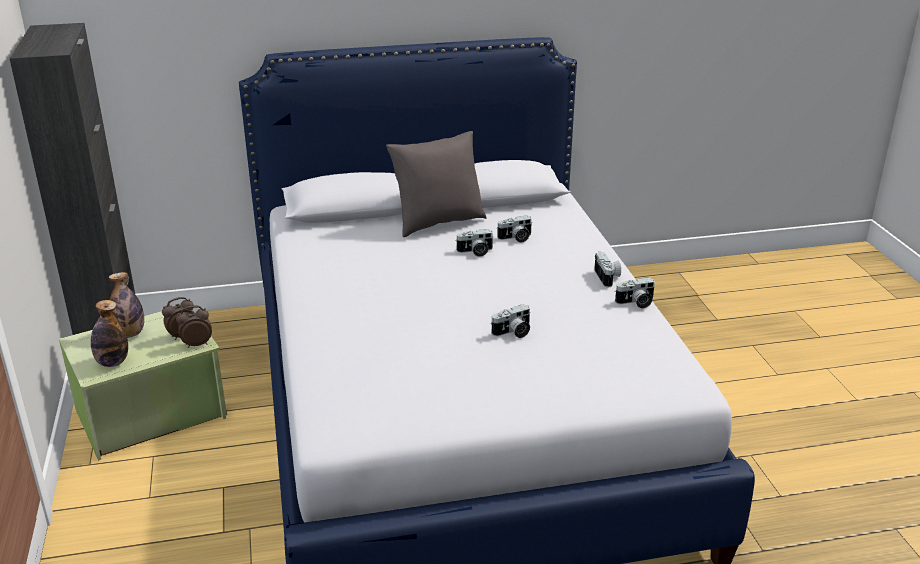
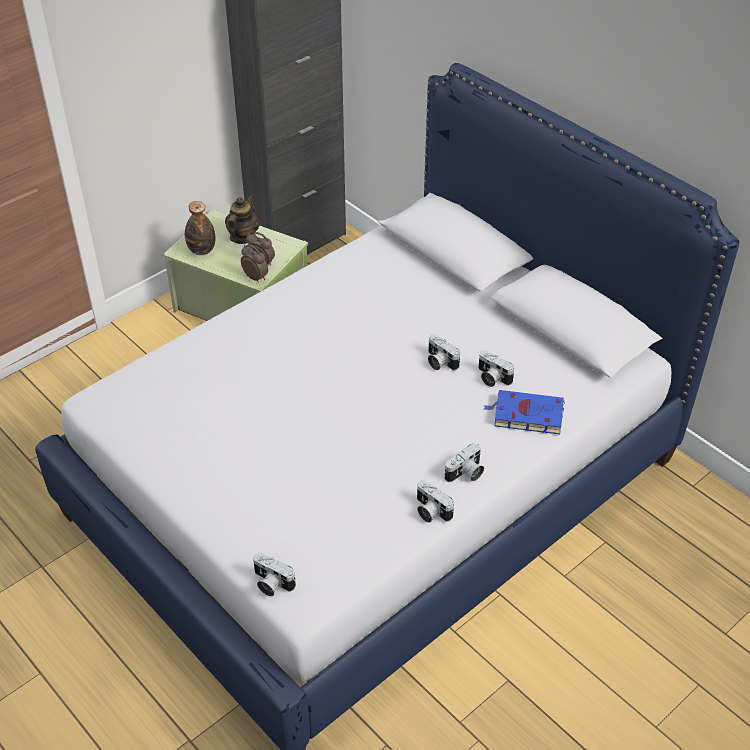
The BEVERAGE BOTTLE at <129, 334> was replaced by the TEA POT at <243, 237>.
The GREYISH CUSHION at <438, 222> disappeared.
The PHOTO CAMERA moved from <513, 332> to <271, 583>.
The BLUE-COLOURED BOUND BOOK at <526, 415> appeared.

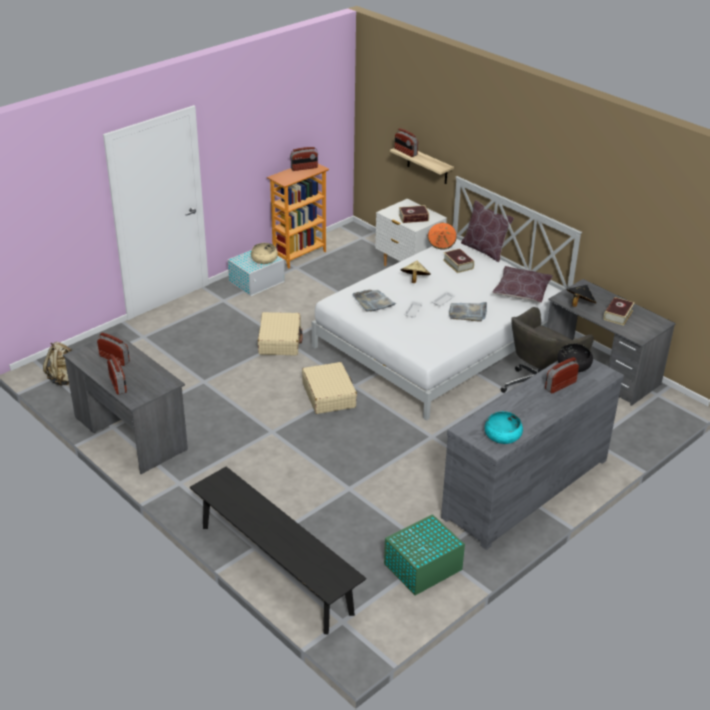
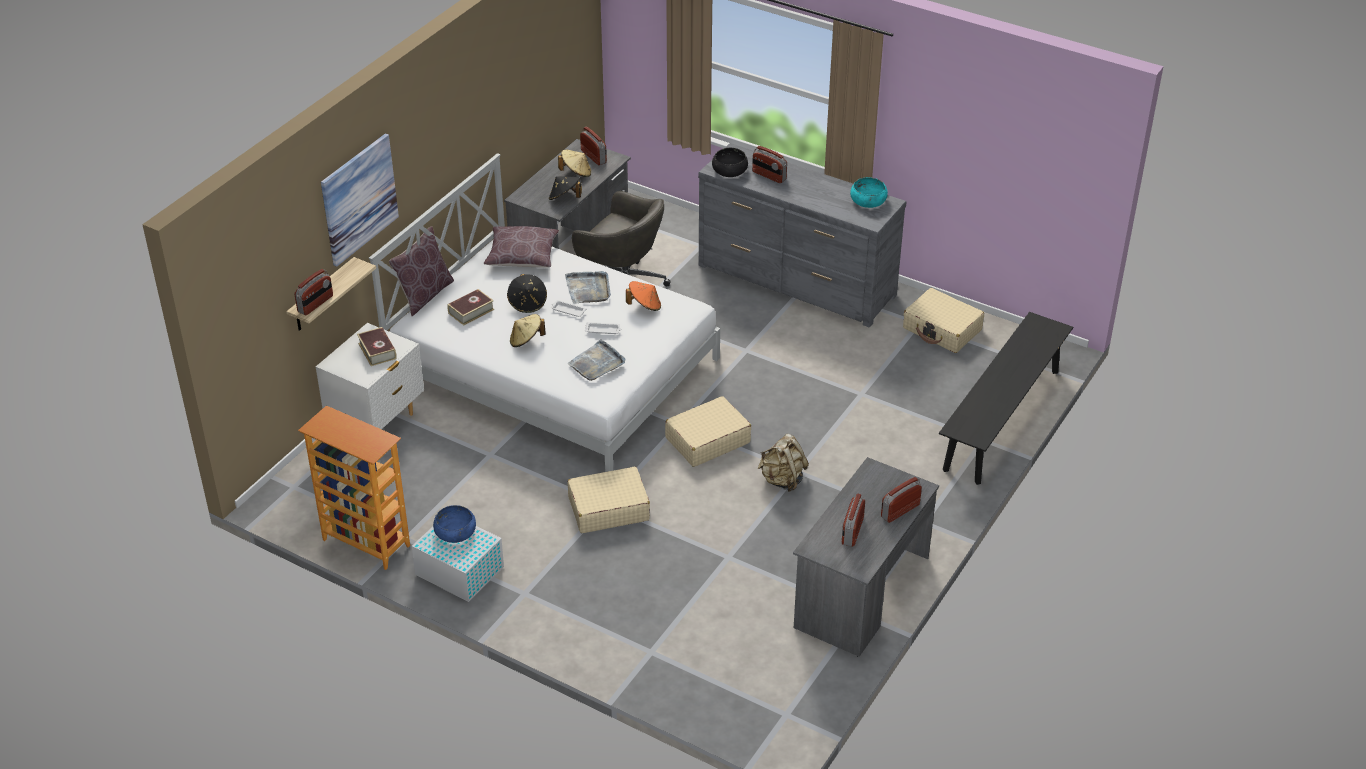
The BEIGE KNAPSACK moved from <64, 378> to <782, 480>.
The BEIGE SERVING BOWL at <264, 259> became the BLUE-COLOURED SERVING BOWL at <455, 532>.
The RADIO SET moved from <304, 168> to <594, 156>.
The GREEN STORAGE BOX at <421, 567> was replaced by the BEIGE PIECE OF LUGGAGE at <942, 329>.
The ORANGE CLOTHING HAT moved from <441, 244> to <644, 306>.
The BOUND BOOK at <618, 315> was replaced by the BEIGE CLOTHING HAT at <576, 173>.
The WALL ART at <359, 199> appeared.
The BLACK-COLOURED CLOTHING HAT at <527, 303> appeared.

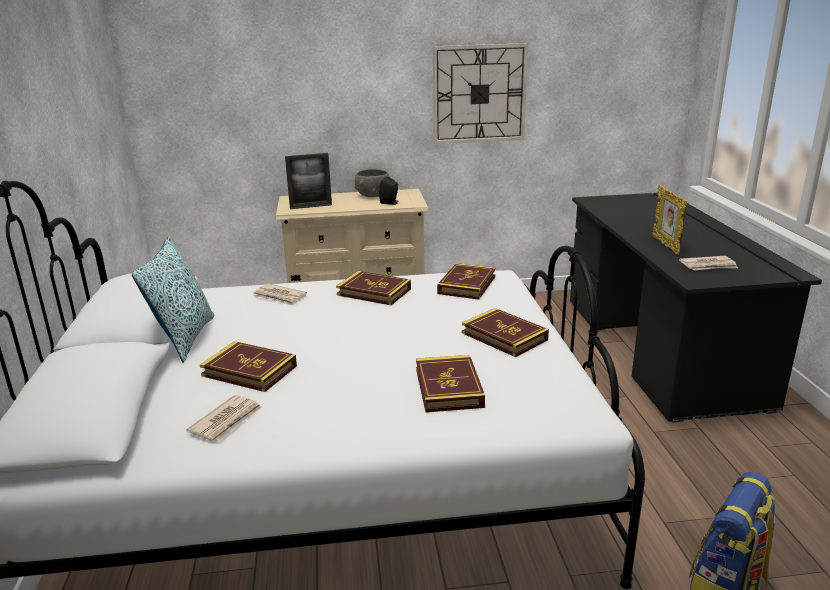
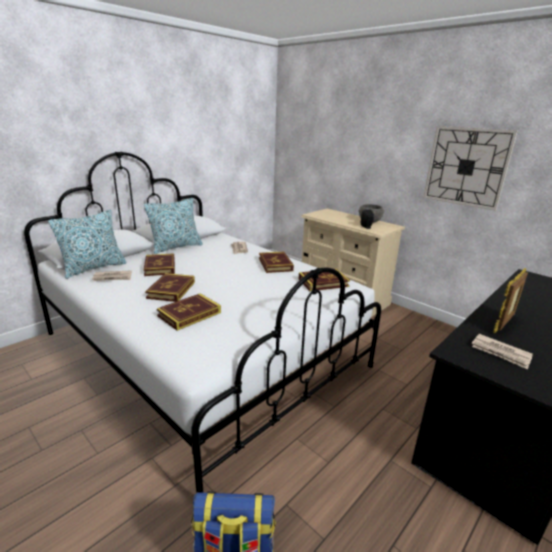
The STANDING FRAME at <311, 206> disappeared.
The BOUND BOOK moved from <504, 336> to <171, 290>.
The CUSHION at <94, 268> appeared.

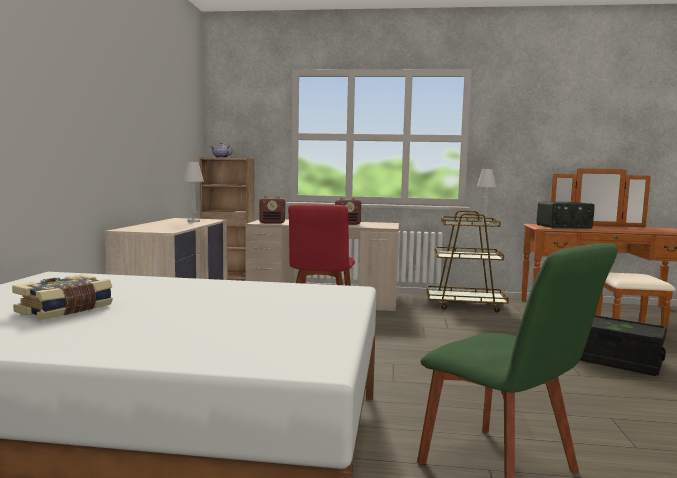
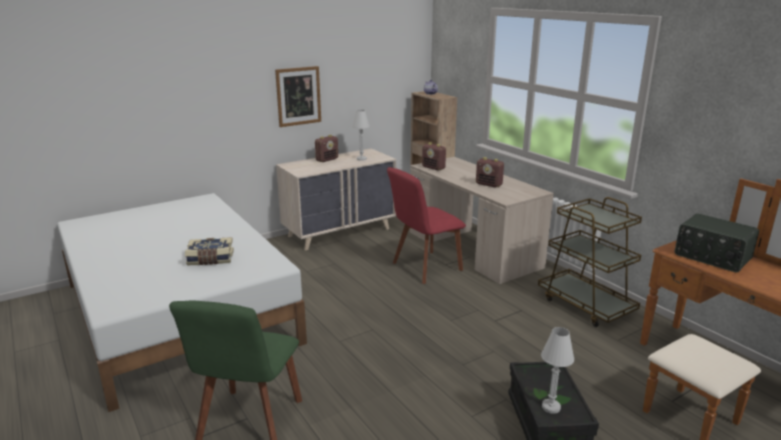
The BOUND BOOK moved from <66, 310> to <210, 259>.
The WHITE TABLE LAMP moved from <484, 223> to <551, 407>.
The WALL ART at <298, 96> appeared.
The RADIO SET at <327, 159> appeared.

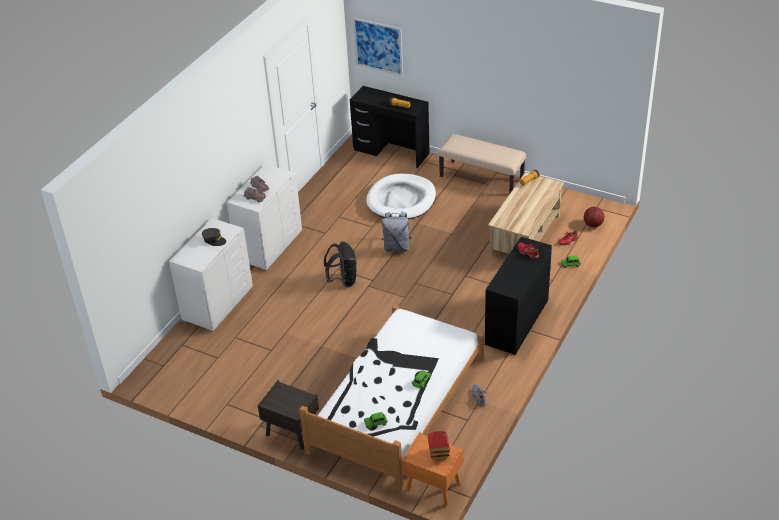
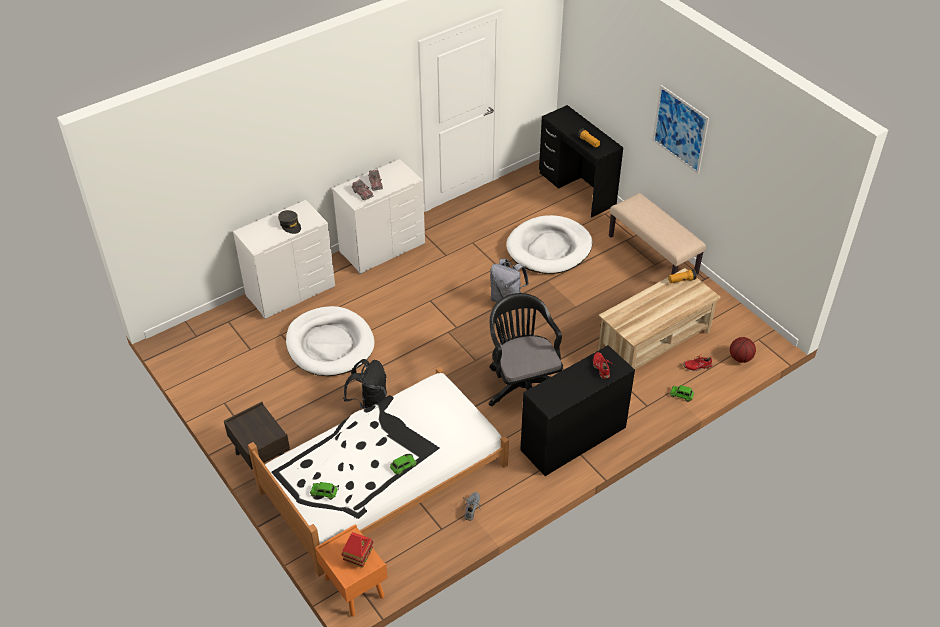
The BLACK-COLOURED KNAPSACK moved from <343, 280> to <369, 403>.
The WALL ART moved from <378, 46> to <680, 129>.
The WHITE PET BED at <330, 344> appeared.
The BLACK-COLOURED DESK CHAIR at <522, 385> appeared.

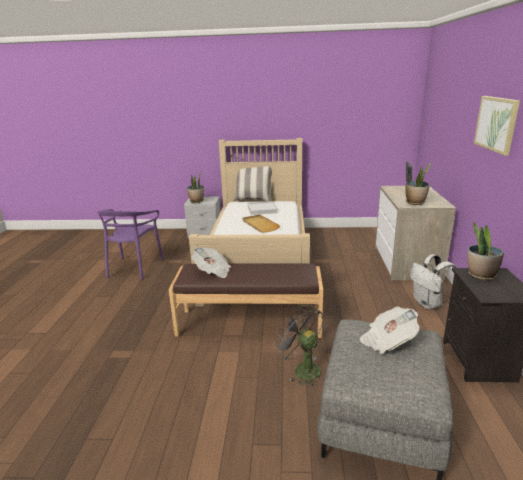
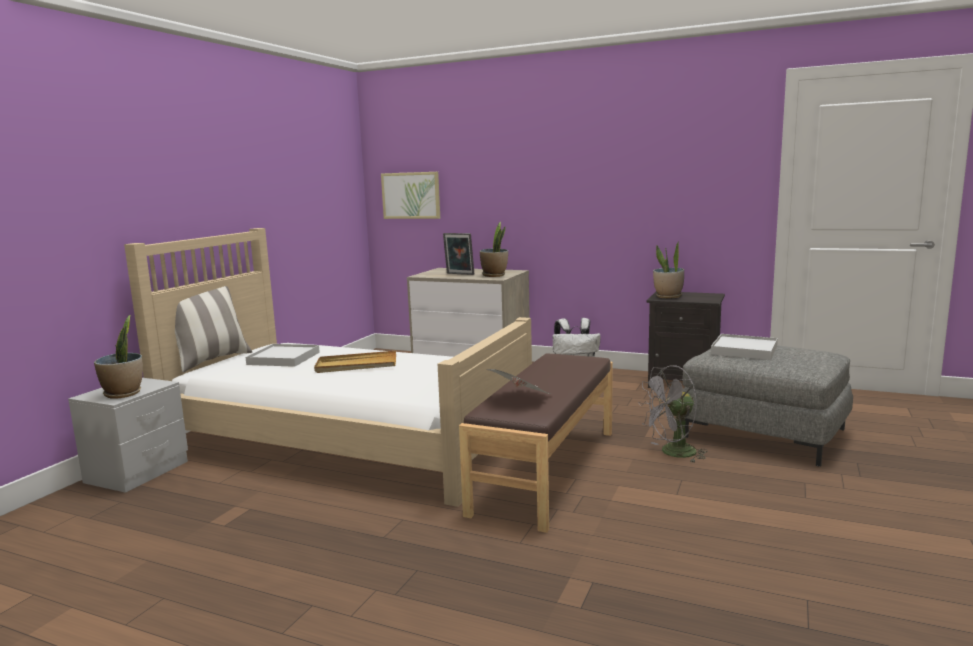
The PURPLE PLAIN CHAIR at <134, 267> disappeared.
The PRINTED PAPER at <387, 341> was replaced by the WHITE CARRYING TRAY at <744, 350>.
The WALL ART moved from <496, 124> to <411, 195>.

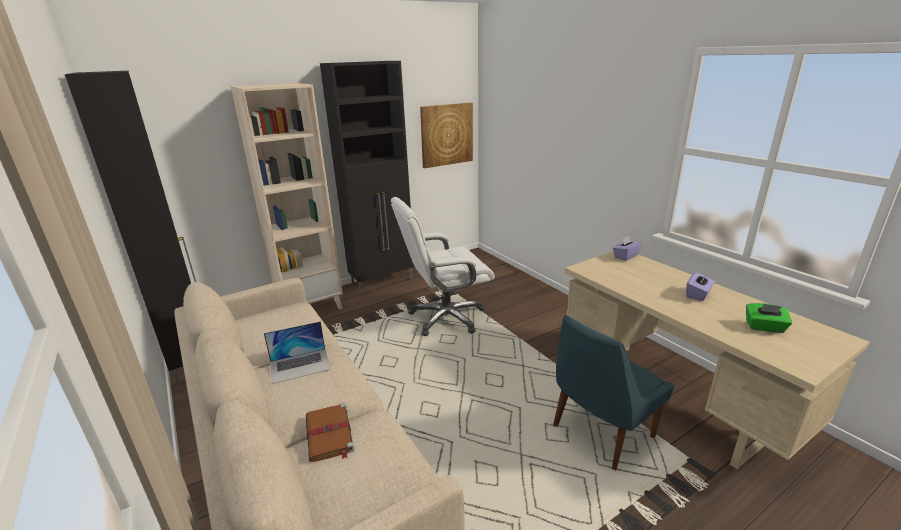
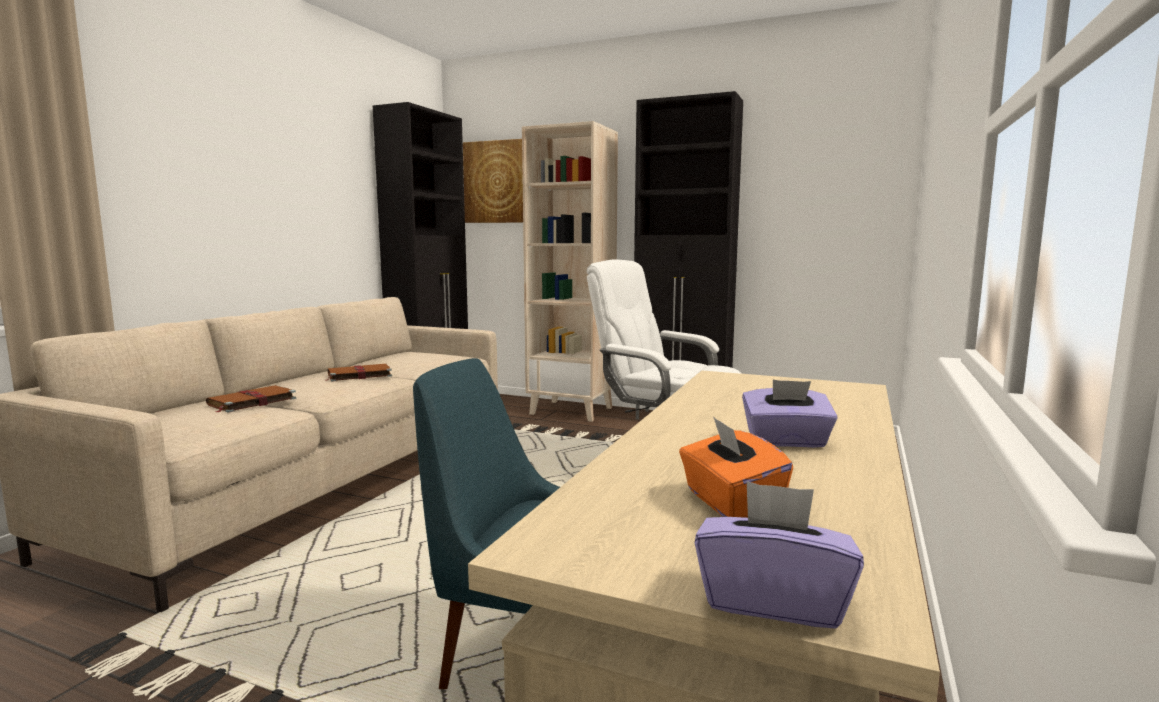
The PORTABLE COMPUTER at <300, 365> was replaced by the BROWN BOUND BOOK at <358, 375>.
The WALL ART moved from <446, 134> to <500, 182>.
The PURPLE TISSUE BOX moved from <625, 256> to <772, 600>.
The GREEN TISSUE BOX at <764, 327> became the ORANGE TISSUE BOX at <729, 503>.

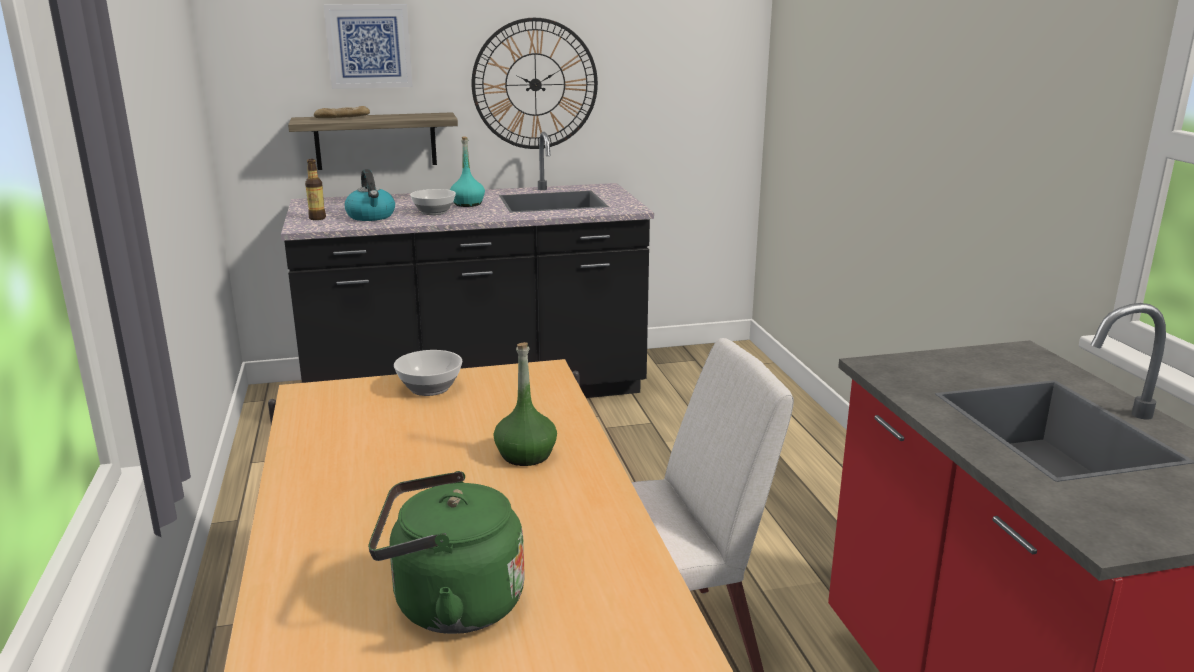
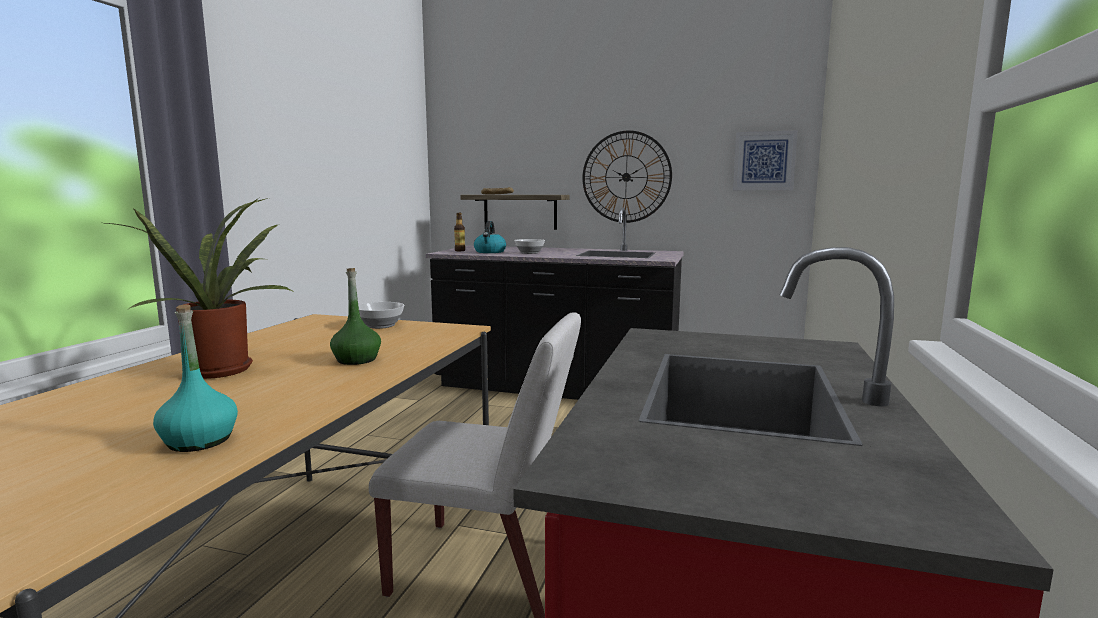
The WALL ART moved from <369, 46> to <764, 161>.
The GREEN WATER KETTLE at <450, 605> disappeared.
The TURQUOISE BEVERAGE BOTTLE moved from <468, 204> to <200, 441>.
The PLANT IN A POT at <221, 368> appeared.

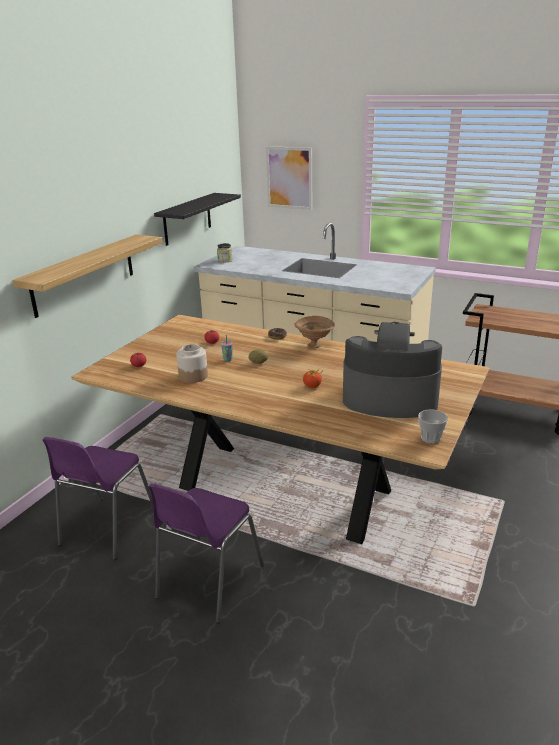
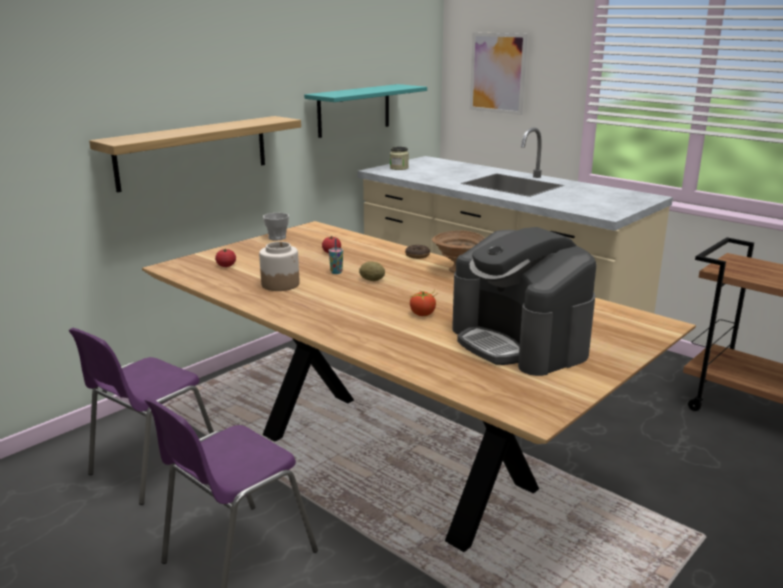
The BLACK-COLOURED WALL SHELF at <187, 219> became the TURQUOISE WALL SHELF at <354, 110>.
The COFFEE MAKER at <389, 398> turned 150 degrees counterclockwise.
The DRINKING CUP moved from <430, 438> to <277, 238>.

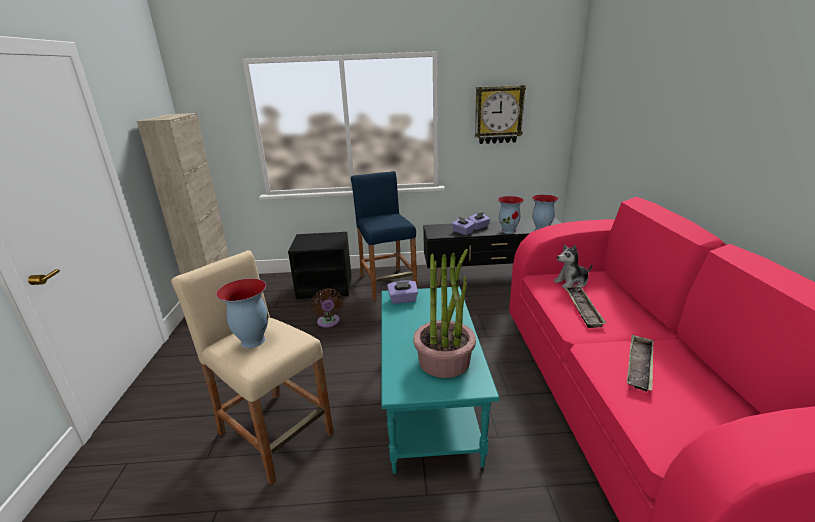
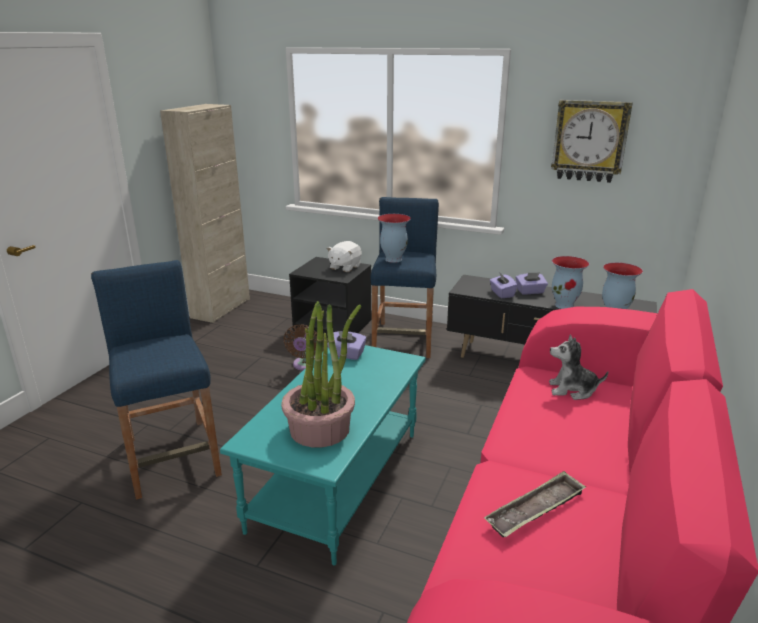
The BEIGE SITTING STOOL at <275, 433> became the BLUE-COLOURED SITTING STOOL at <173, 456>.
The FLOWER VASE moved from <252, 341> to <393, 259>.
The CARRYING TRAY at <582, 309> disappeared.
The WHITE PLUSH TOY at <344, 267> appeared.

